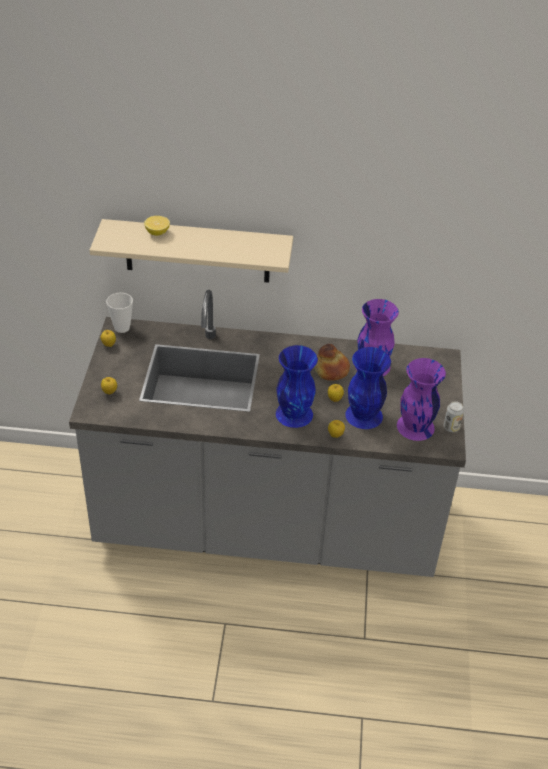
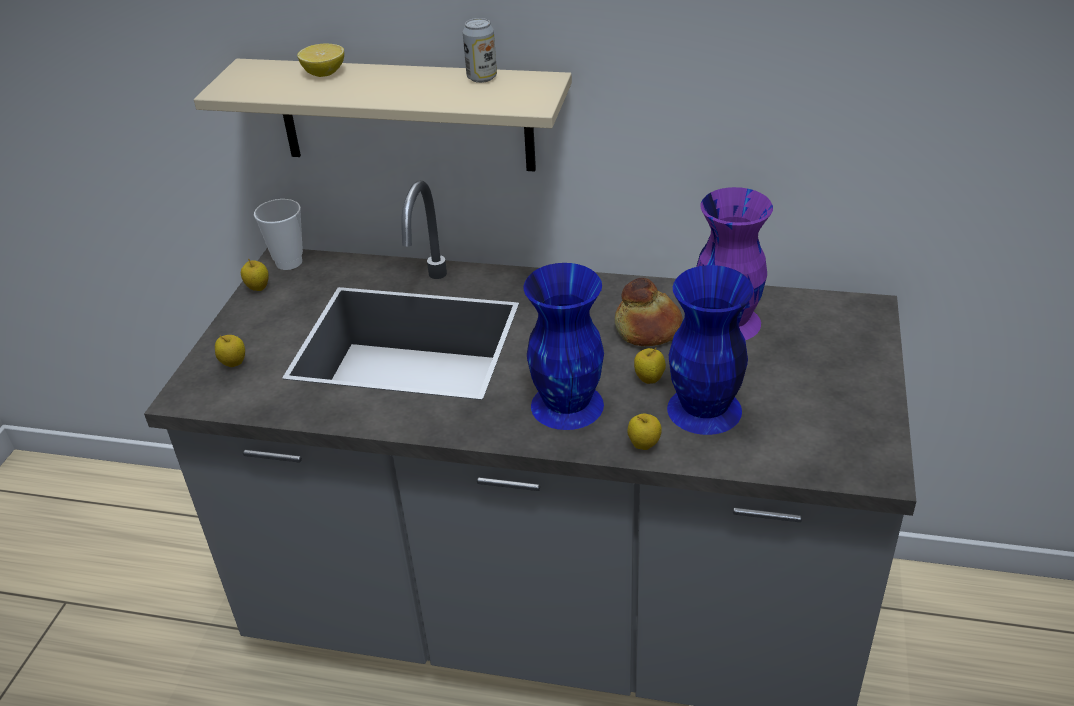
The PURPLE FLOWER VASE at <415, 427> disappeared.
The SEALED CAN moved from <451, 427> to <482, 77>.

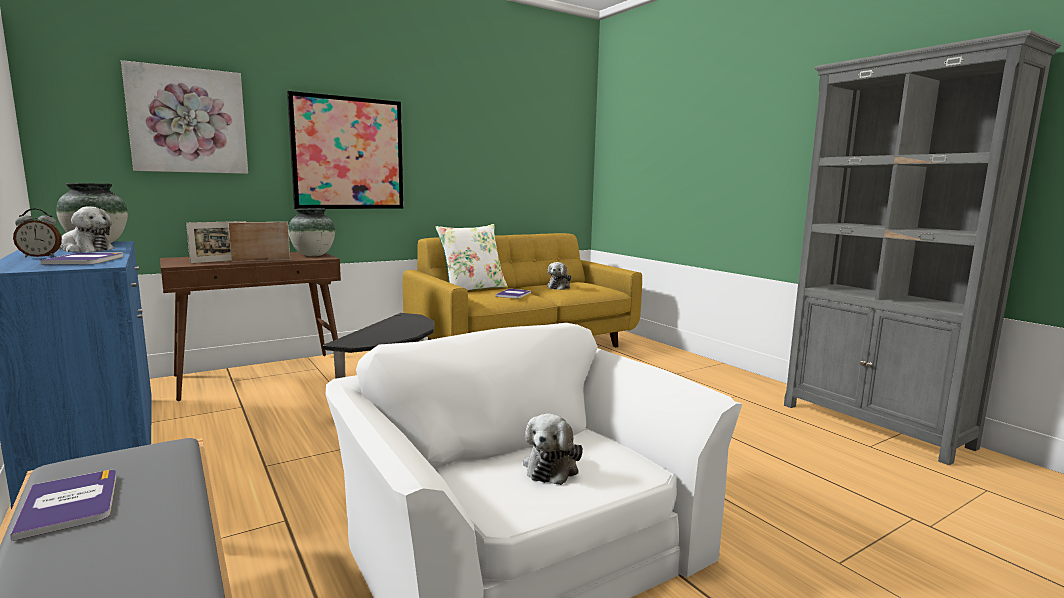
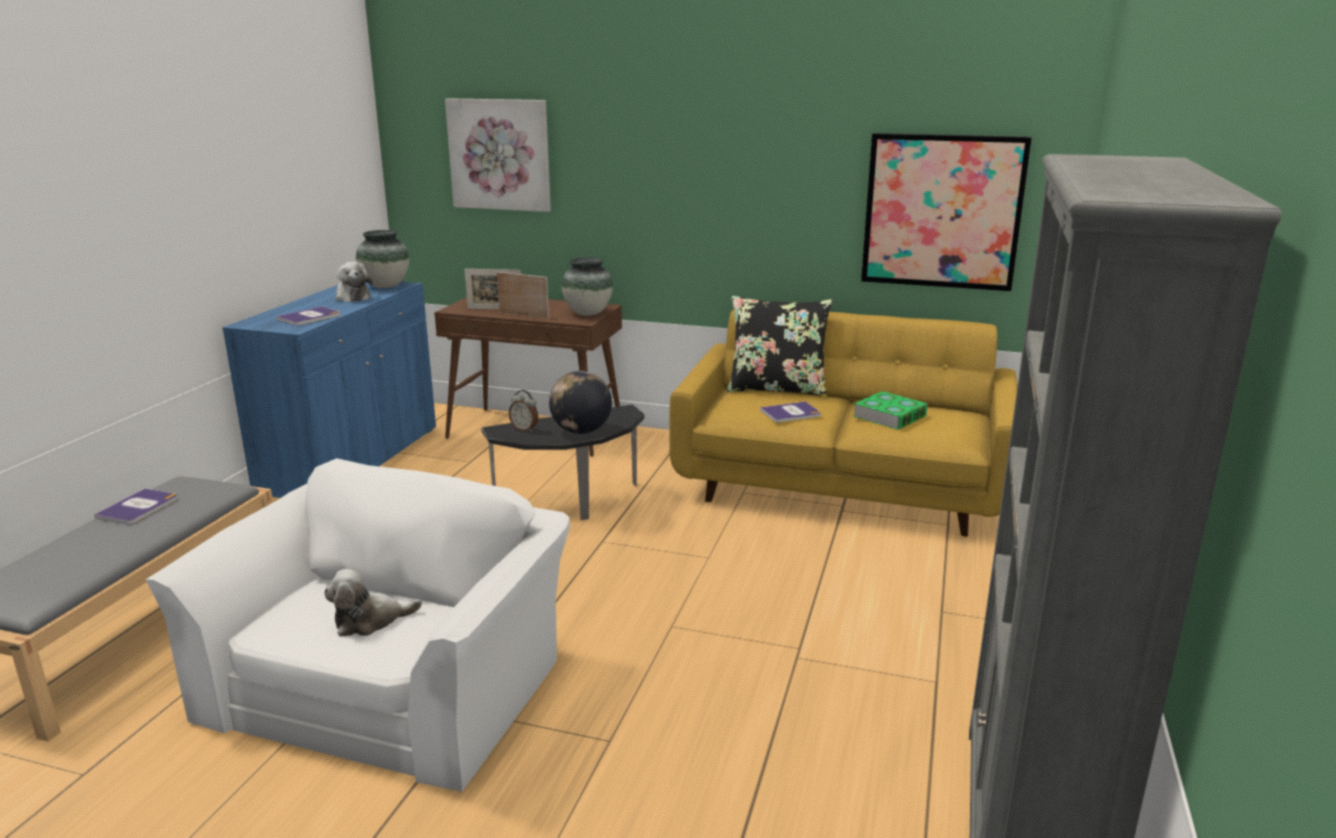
The ALARM CLOCK moved from <41, 256> to <525, 429>.
The WALL ART moved from <348, 153> to <942, 211>.
The WHITE CUSHION at <472, 289> became the BLACK-COLOURED CUSHION at <777, 389>.
The PLUSH TOY at <559, 287> was replaced by the BOUND BOOK at <889, 416>.
The WORLD GLOBE at <581, 431> appeared.

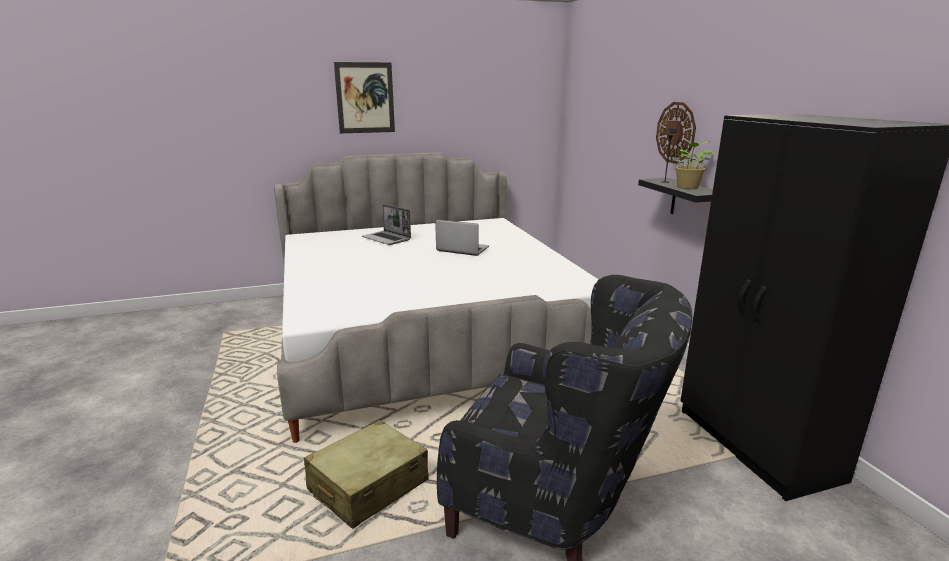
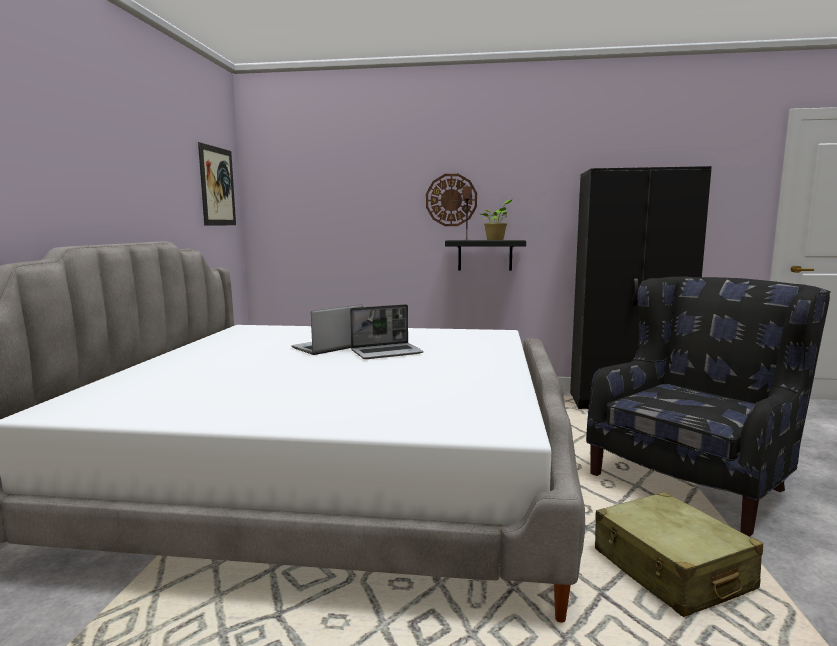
The WALL ART moved from <365, 98> to <217, 186>.
The PORTABLE COMPUTER moved from <387, 239> to <387, 352>.

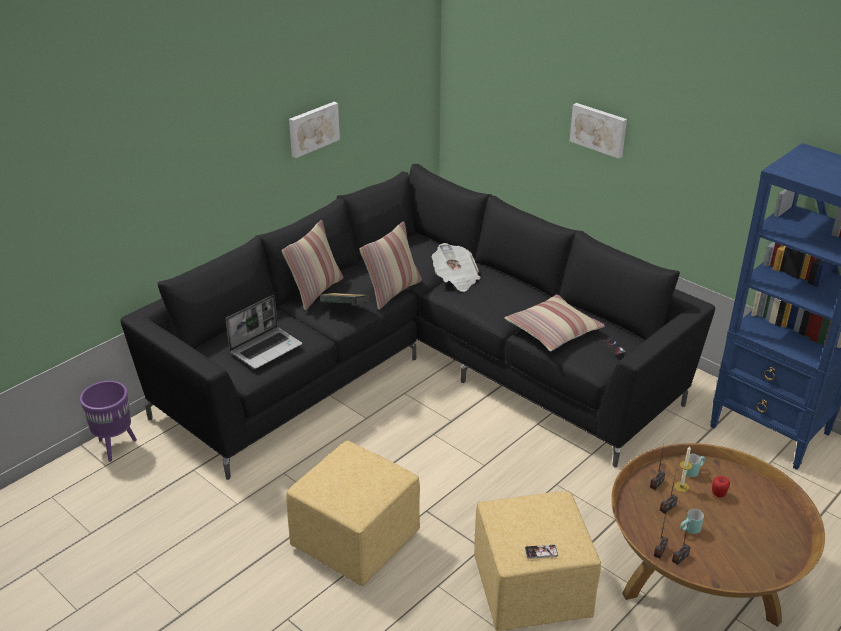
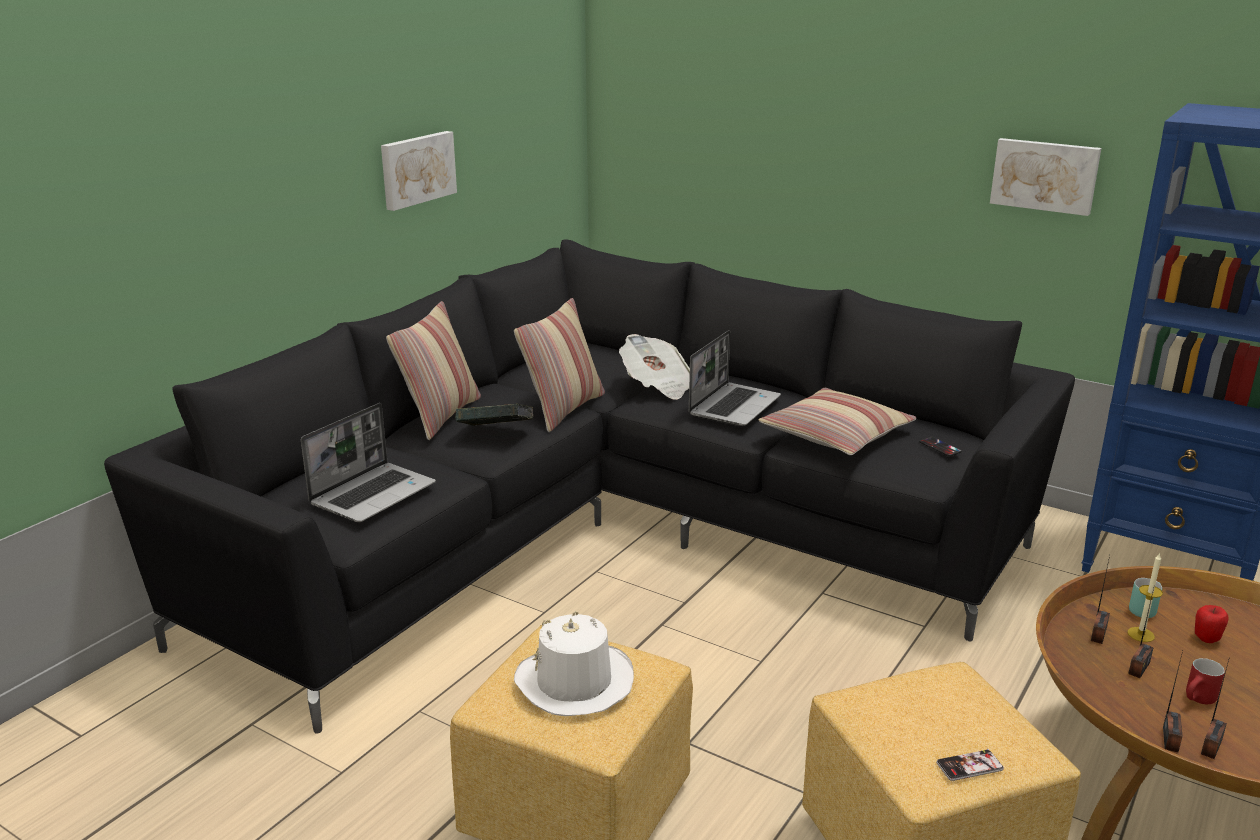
The PURPLE FLOWER POT at <115, 446> disappeared.
The WALL ART moved from <599, 129> to <1045, 175>.
The TURQUOISE COFFEE MUG at <690, 531> became the RED-COLOURED COFFEE MUG at <1199, 701>.
The WHITE CLOTHING HAT at <574, 682> appeared.
The PORTABLE COMPUTER at <734, 406> appeared.

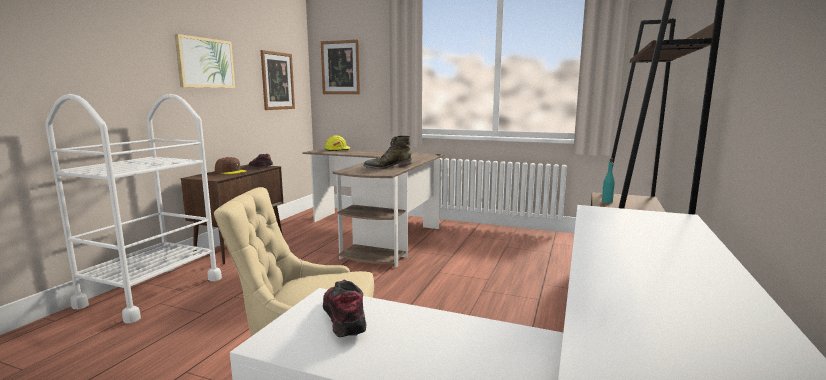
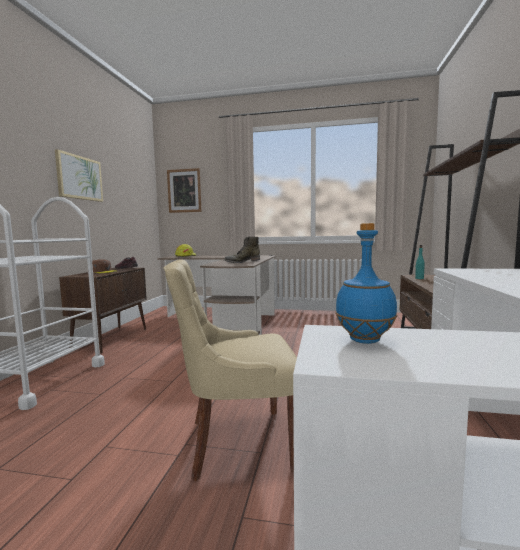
The WALL ART at <277, 81> disappeared.
The ITEM OF FOOTWEAR at <343, 318> was replaced by the BLUE-COLOURED BEVERAGE BOTTLE at <365, 340>.

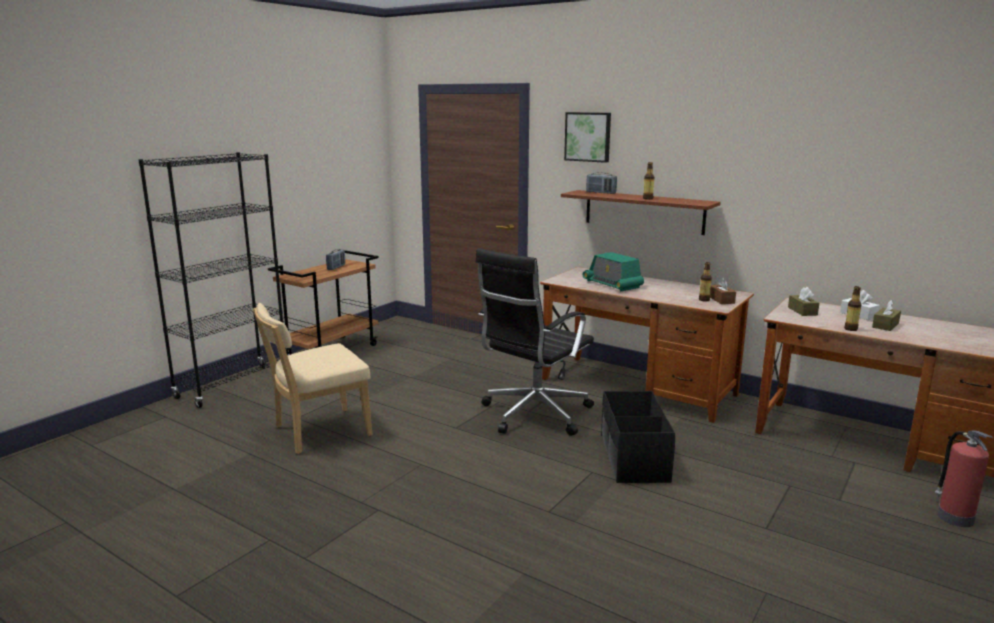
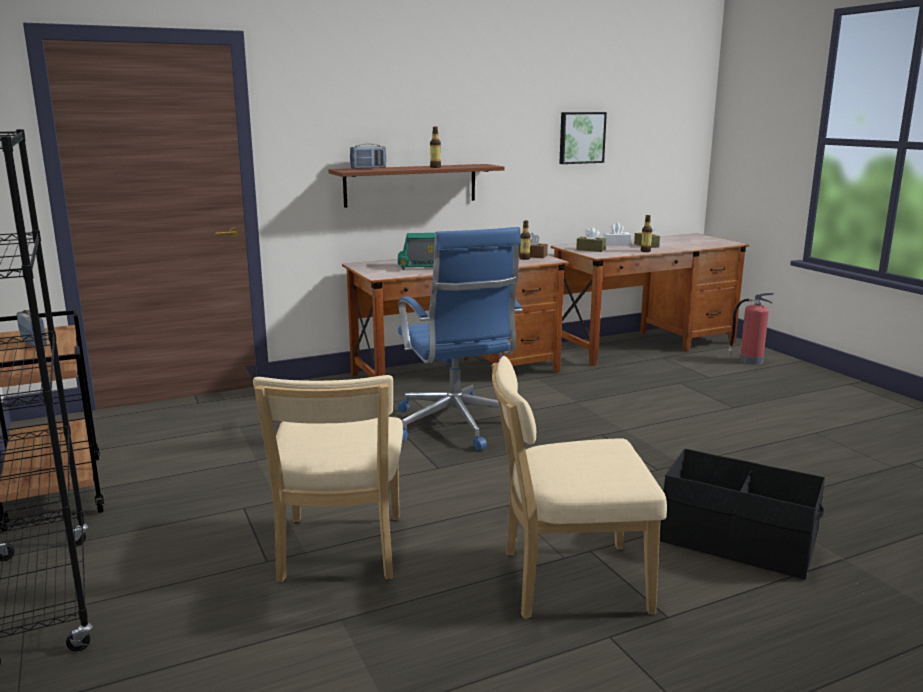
The BLACK-COLOURED DESK CHAIR at <533, 414> became the BLUE-COLOURED DESK CHAIR at <456, 426>.
The WALL ART moved from <588, 137> to <581, 137>.
The BLACK-COLOURED STORAGE BOX moved from <633, 458> to <737, 543>.
The BEIGE PLAIN CHAIR at <567, 581> appeared.

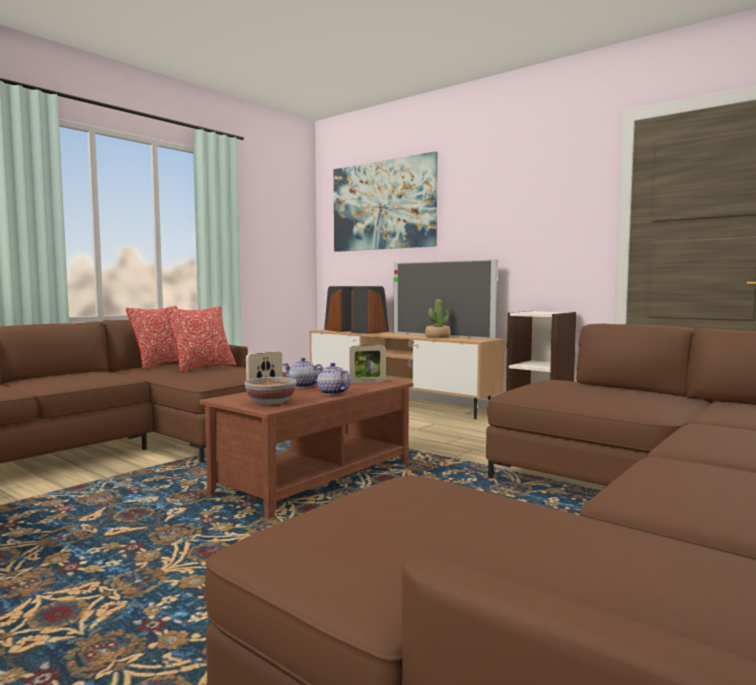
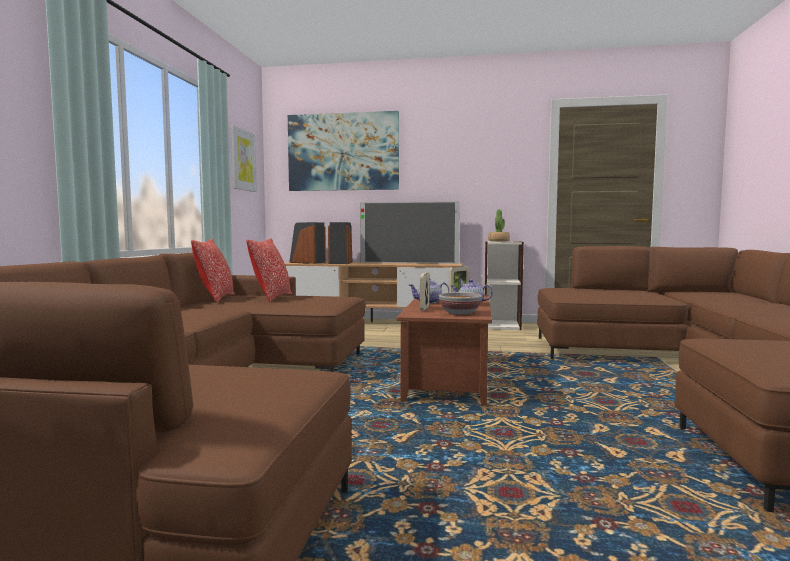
The PLANT IN A POT moved from <437, 337> to <498, 241>.
The WALL ART at <243, 160> appeared.

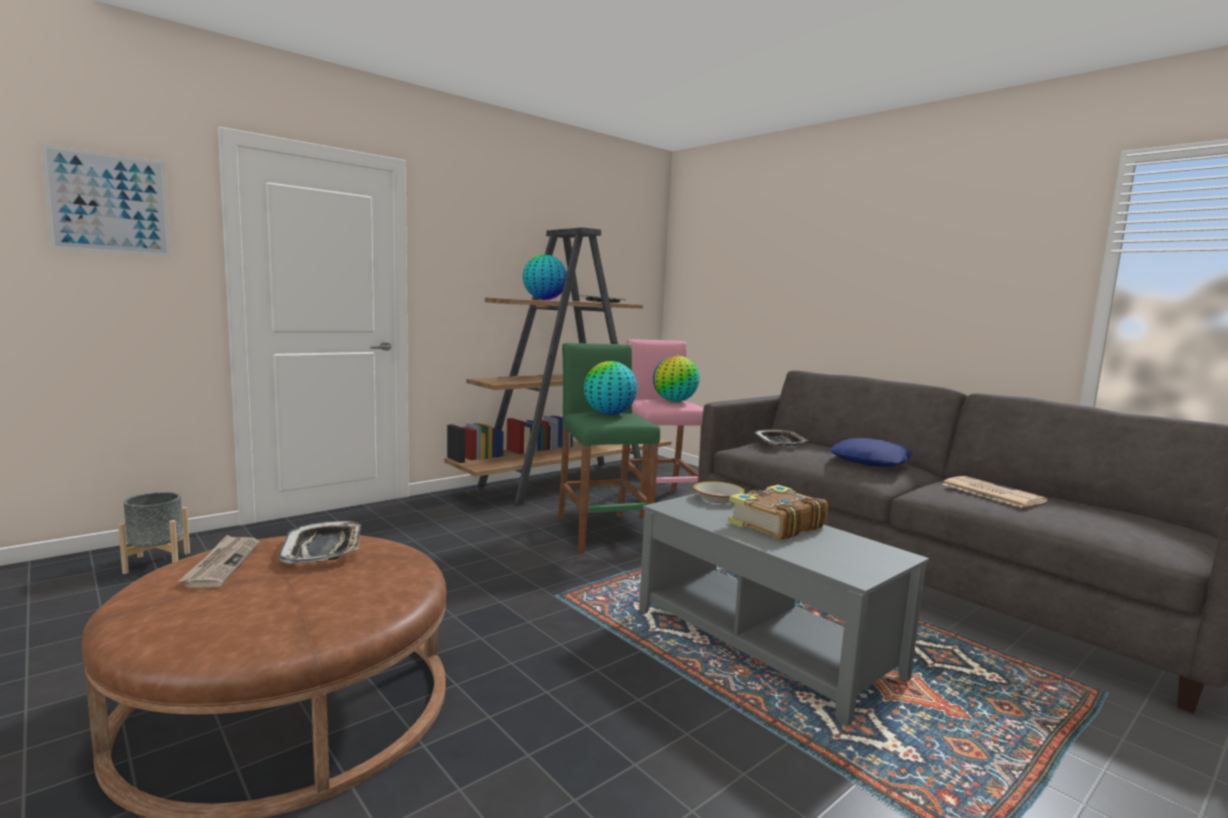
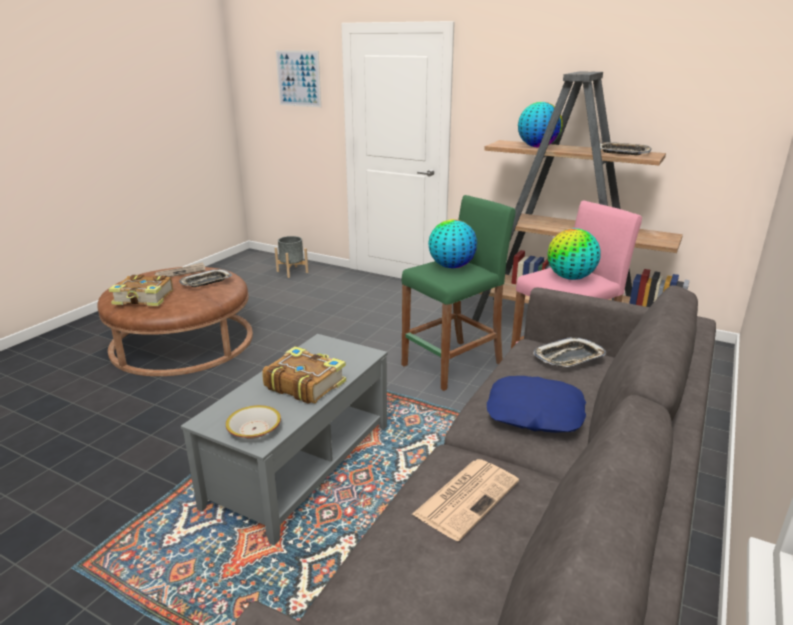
The SERVING BOWL moved from <717, 499> to <254, 429>.
The BOUND BOOK at <144, 298> appeared.

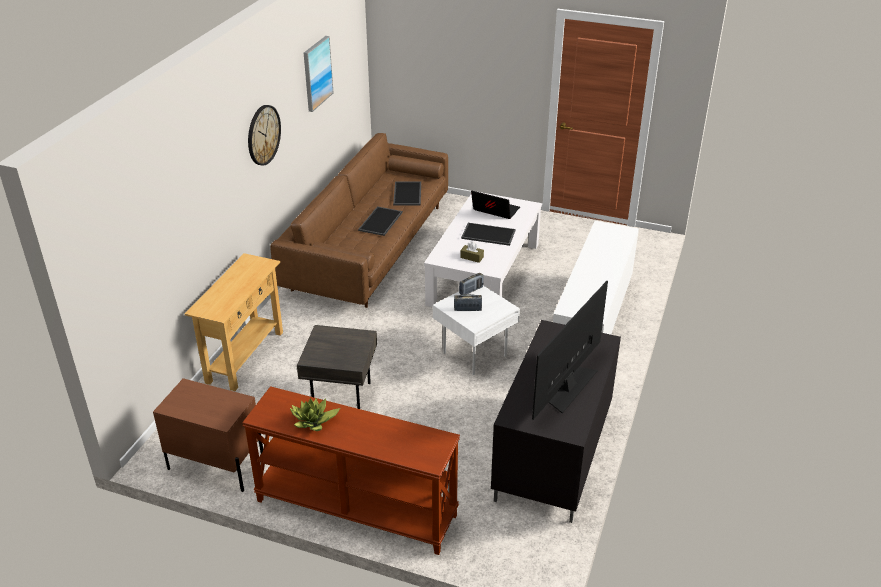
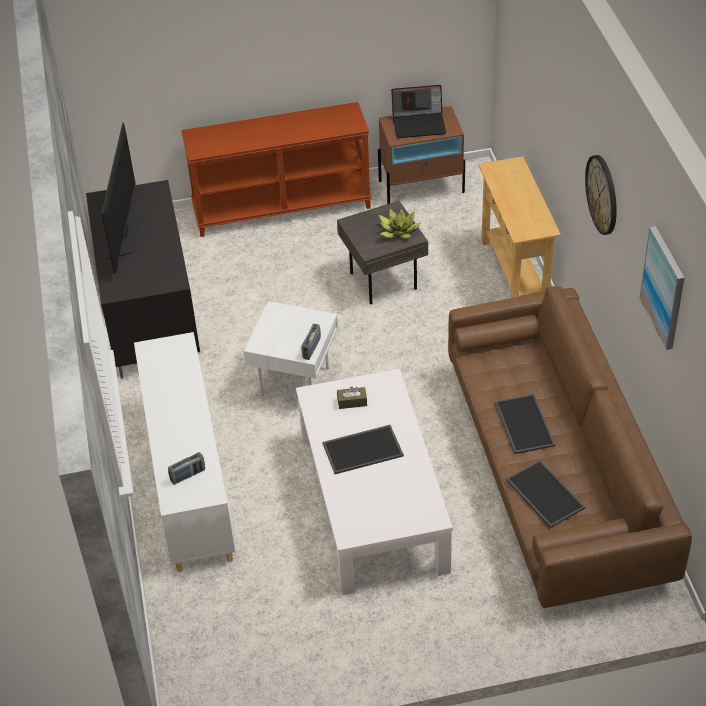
The PLANT IN A POT moved from <313, 421> to <397, 231>.
The RADIO SET moved from <467, 309> to <188, 475>.
The PORTABLE COMPUTER moved from <494, 211> to <419, 124>.

